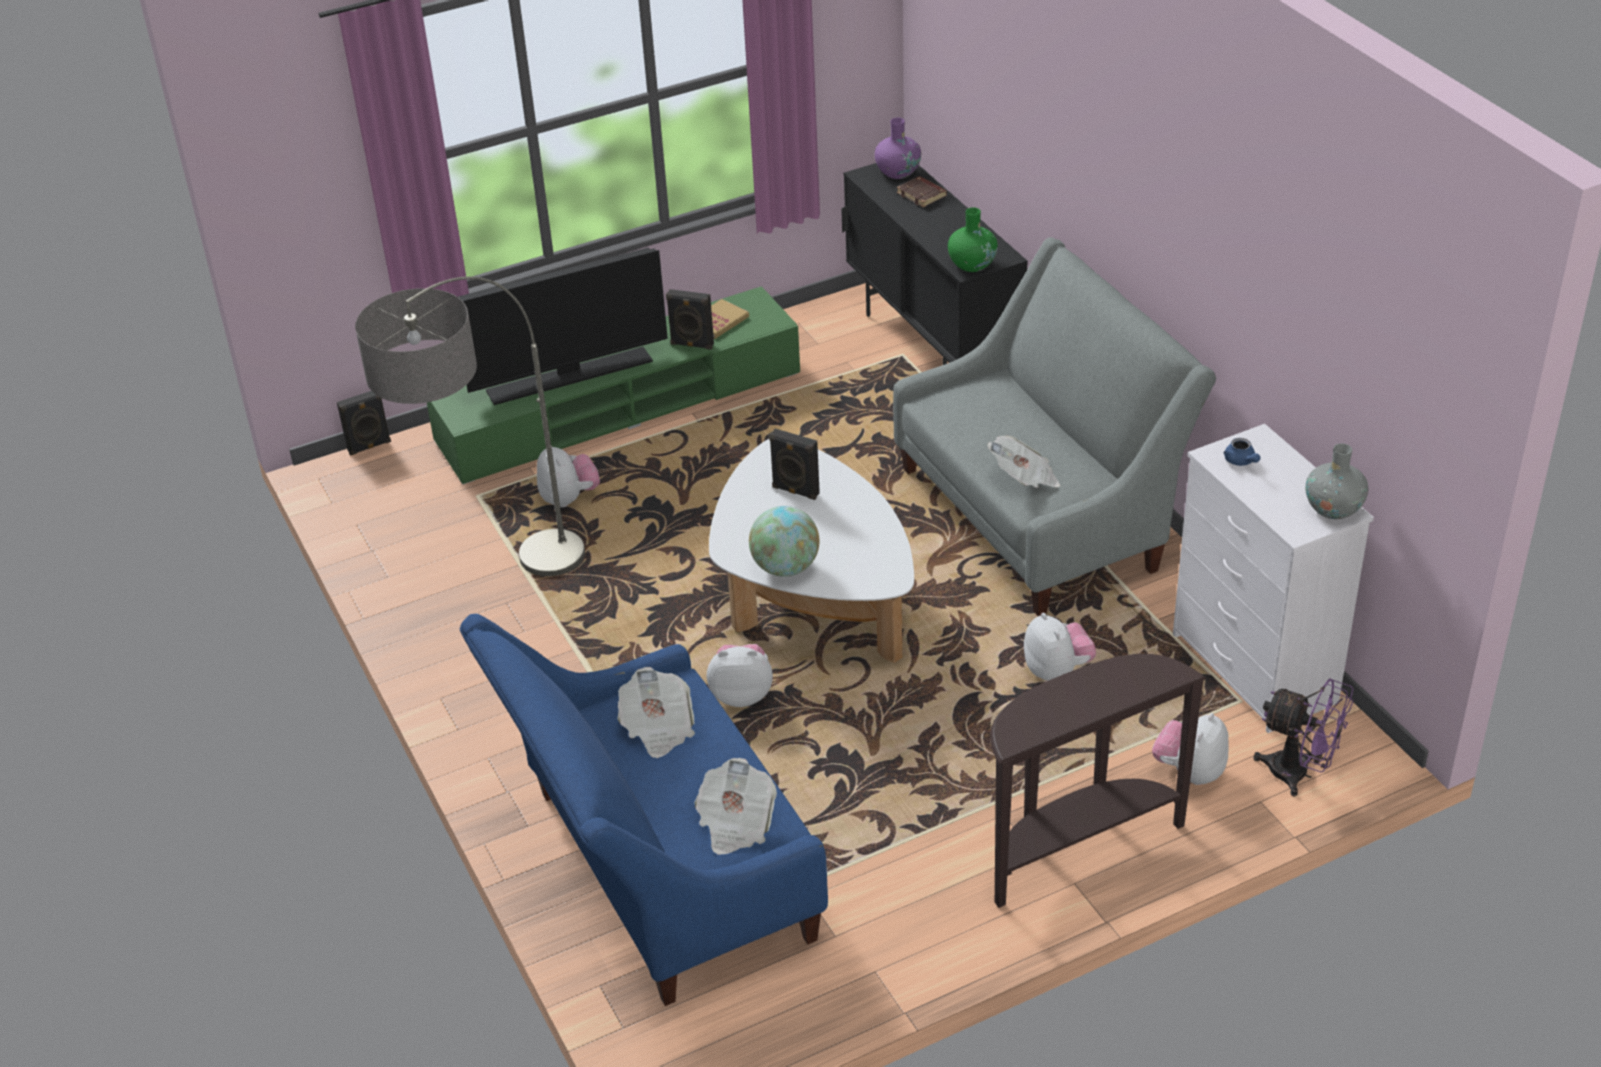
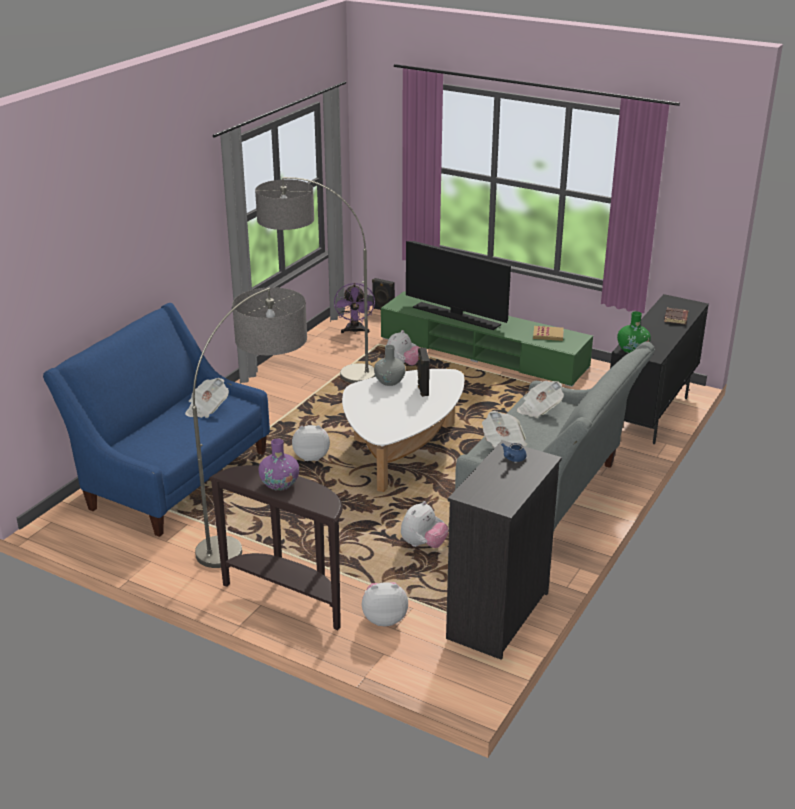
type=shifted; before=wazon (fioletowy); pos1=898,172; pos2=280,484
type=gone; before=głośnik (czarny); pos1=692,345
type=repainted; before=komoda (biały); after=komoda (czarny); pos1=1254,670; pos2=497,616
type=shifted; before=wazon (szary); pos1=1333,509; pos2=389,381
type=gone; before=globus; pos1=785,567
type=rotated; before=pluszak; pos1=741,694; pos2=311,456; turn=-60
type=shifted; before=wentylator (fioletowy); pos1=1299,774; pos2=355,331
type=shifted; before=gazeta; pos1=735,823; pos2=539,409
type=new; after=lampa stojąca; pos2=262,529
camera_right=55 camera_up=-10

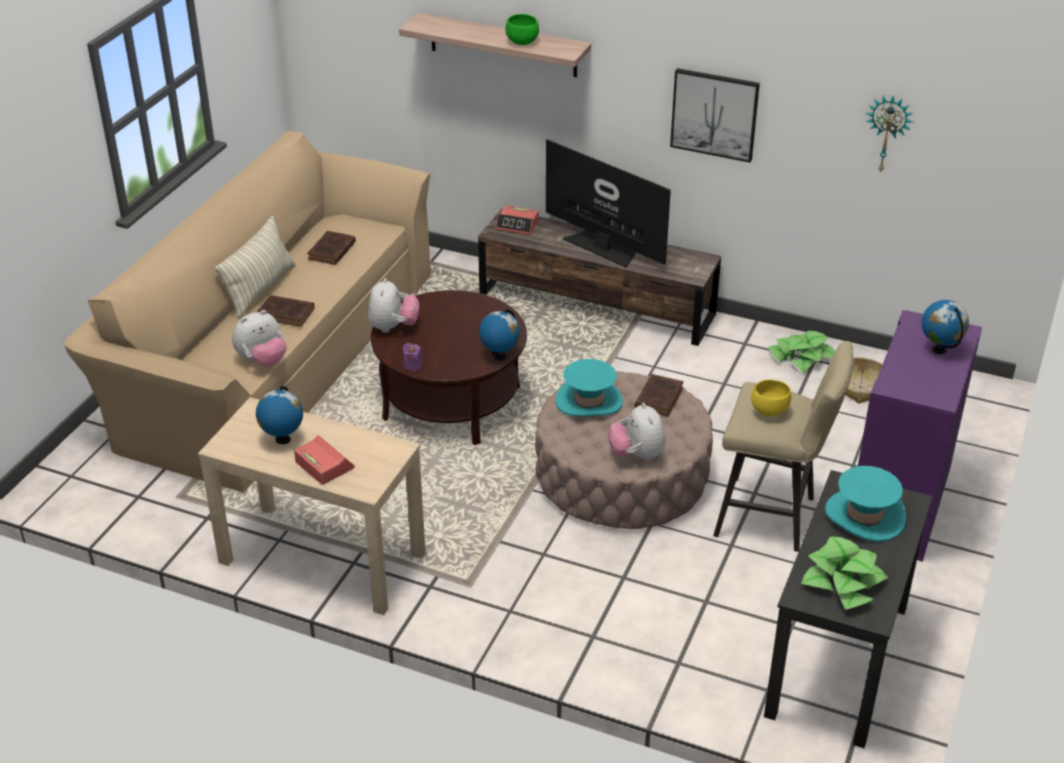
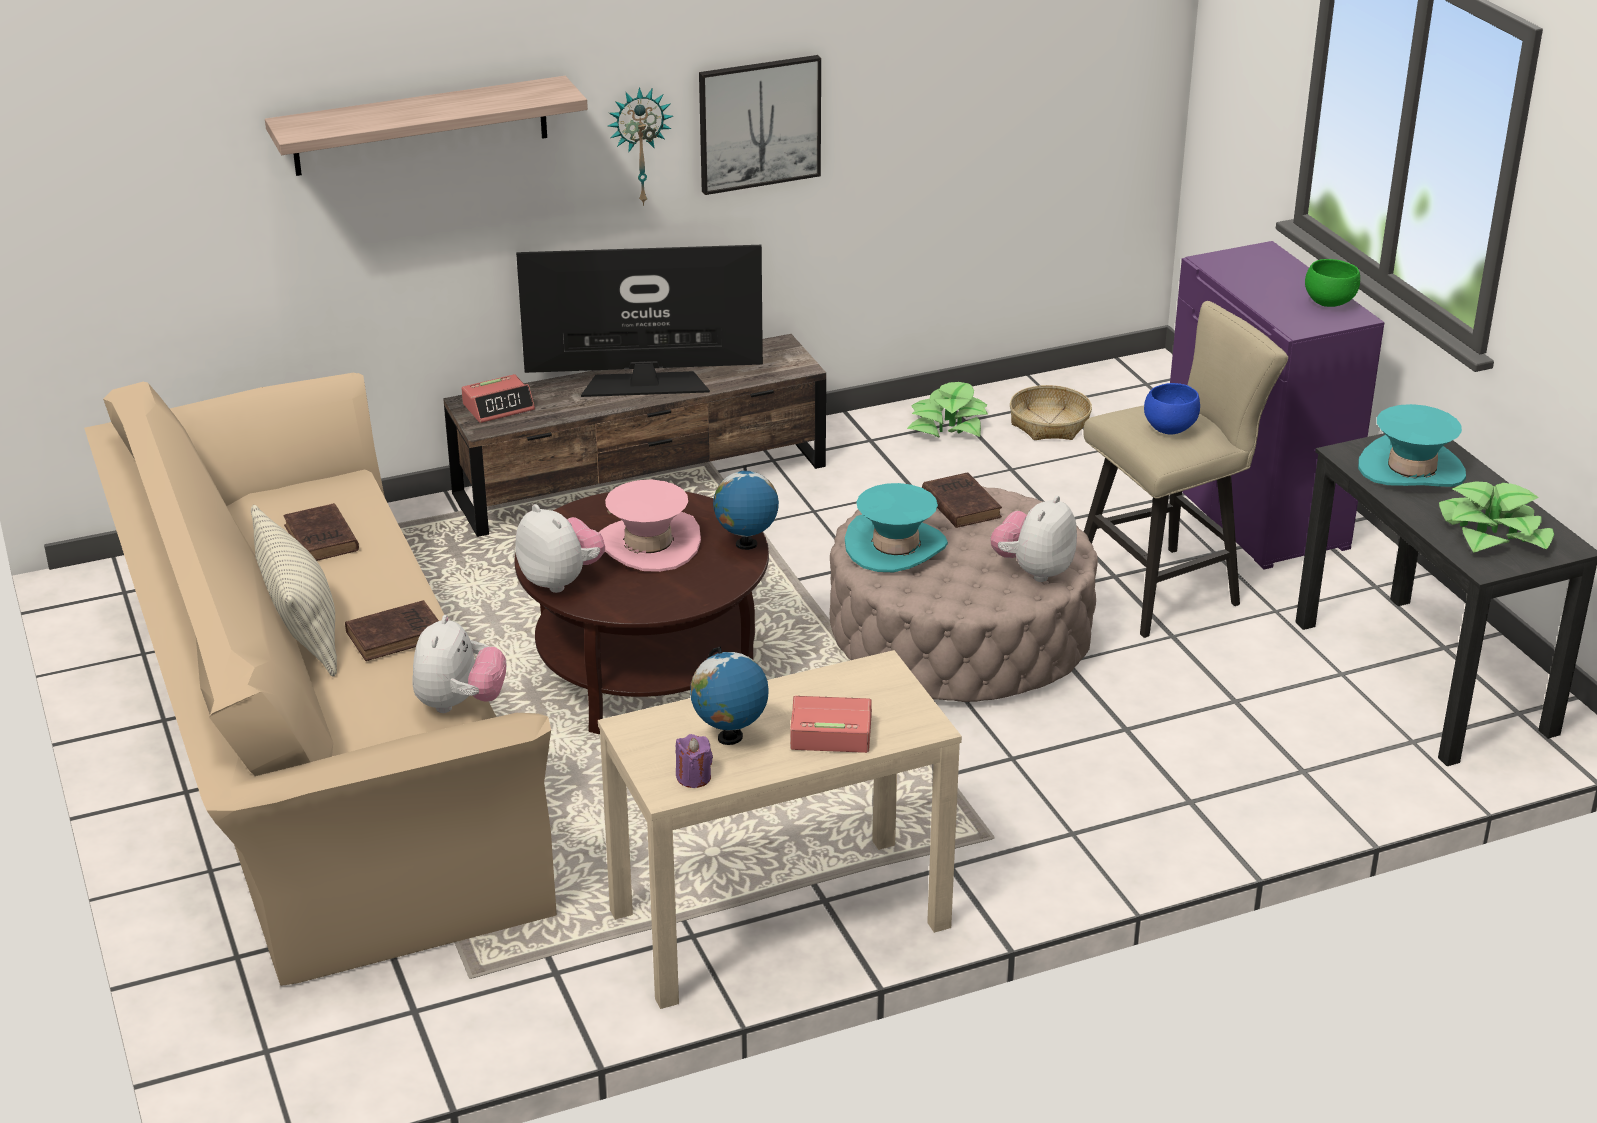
type=shifted; before=miska (zielony); pos1=523,42; pos2=1329,302
type=shifted; before=zegar ścienny; pos1=887,133; pos2=639,145
type=gone; before=globus; pos1=939,350
type=shifted; before=świeca (fioletowy); pos1=412,366; pos2=693,777
type=repainted; before=miska (żółty); after=miska (niebieski); pos1=769,411; pos2=1168,428
type=rotated; before=pluszak; pos1=636,455; pos2=1034,571; turn=90
type=new; after=kapelusz (różowy); pos2=648,545
camera_right=-45 camera_up=-5

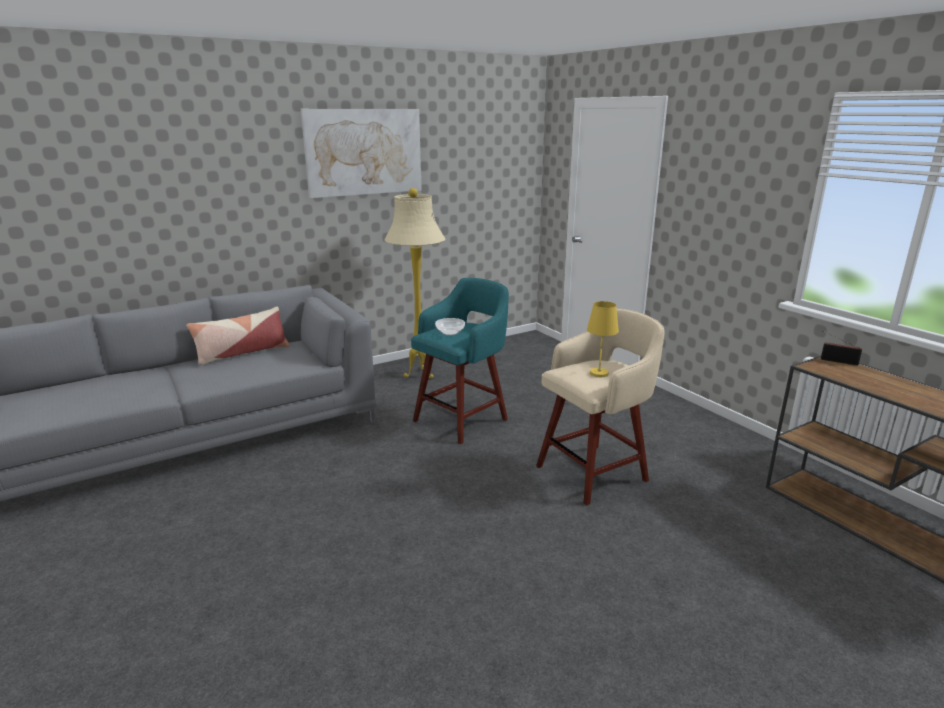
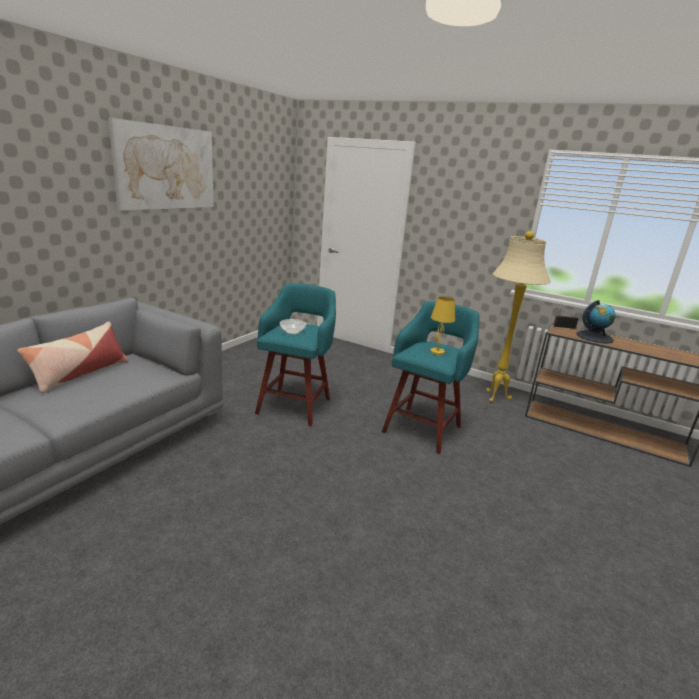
type=shifted; before=lampa stojąca (beżowy); pos1=419,374; pos2=494,397
type=repainted; before=stołek (beżowy); after=stołek (turkusowy); pos1=594,472; pos2=423,428
type=new; after=globus; pos2=594,337
camera_right=-30 camera_up=0

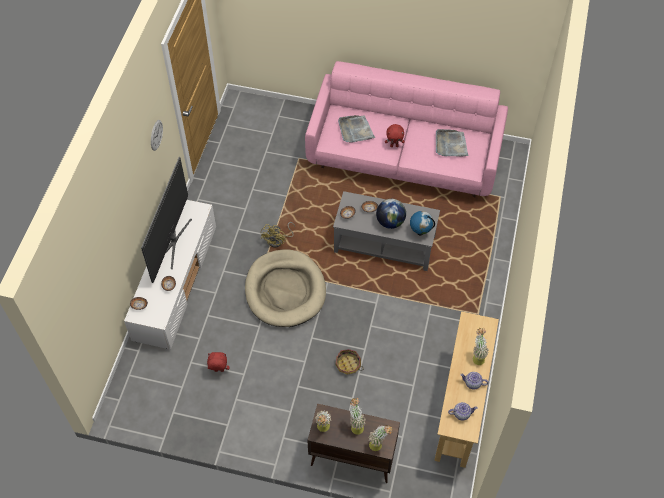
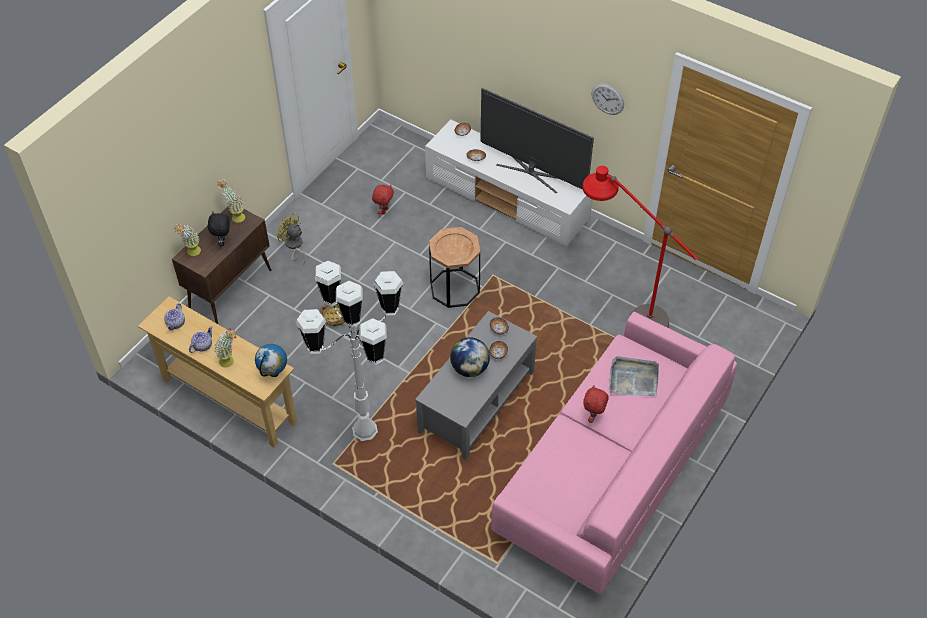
type=gone; before=taca (szary); pos1=450,145
type=shifted; before=globus; pos1=420,232; pos2=274,373
type=shifted; before=wentylator (żółty); pos1=278,240; pos2=294,246
type=swapped; before=legowisko (beżowy); after=stolik (brązowy); pos1=285,290; pos2=455,288
type=swapped; before=roślina doniczkowa; after=pluszak (czarny); pos1=356,425; pos2=223,242
type=new; after=lampa stojąca (czerwony); pos2=623,309
type=new; after=lampa stojąca (biały); pos2=365,430
camera_right=110 camera_up=-5

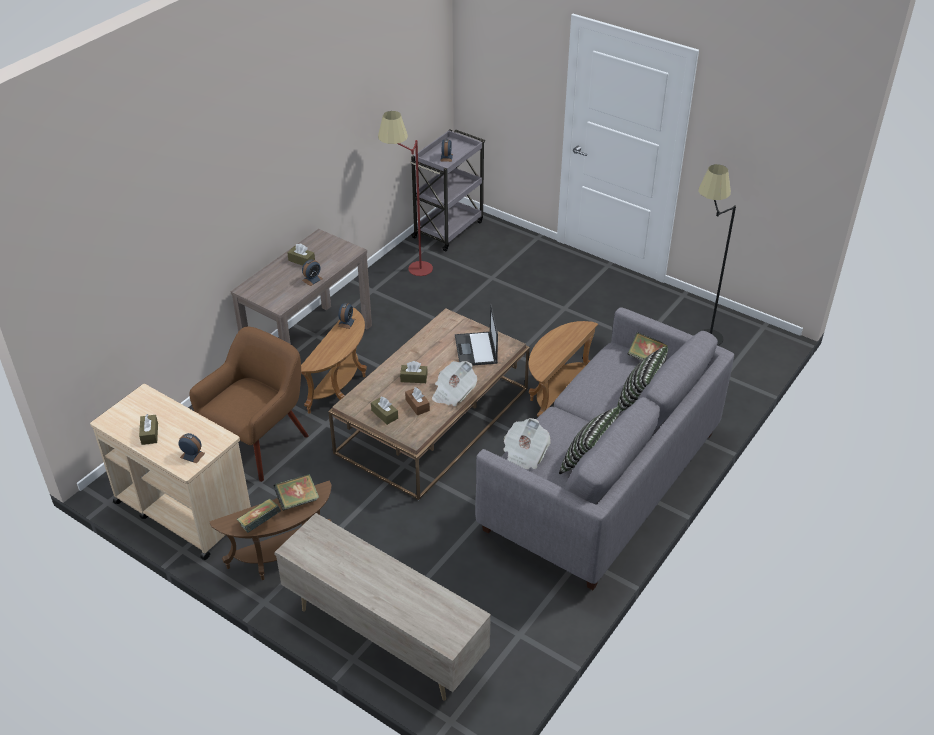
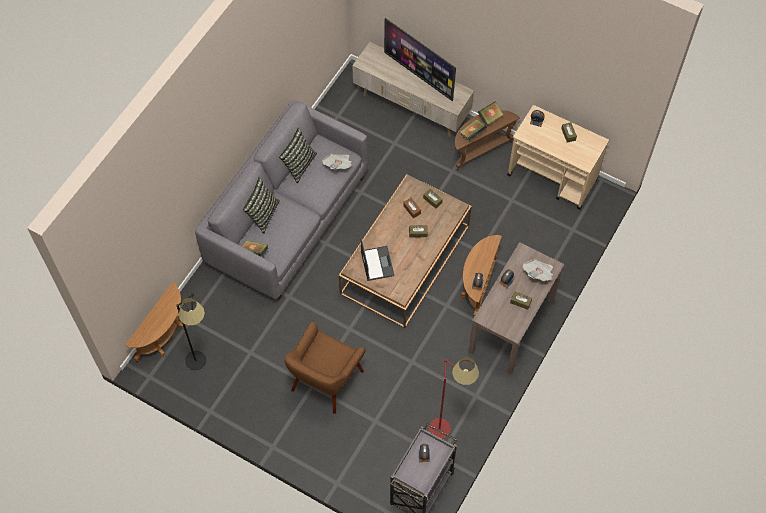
type=shifted; before=stolik (brązowy); pos1=555,392; pos2=165,337
type=shifted; before=fotel (brązowy); pos1=259,442; pos2=325,381
type=shifted; before=gazeta; pos1=453,393; pos2=538,274
type=new; after=telewizor; pos2=419,75
camera_right=175 camera_up=20

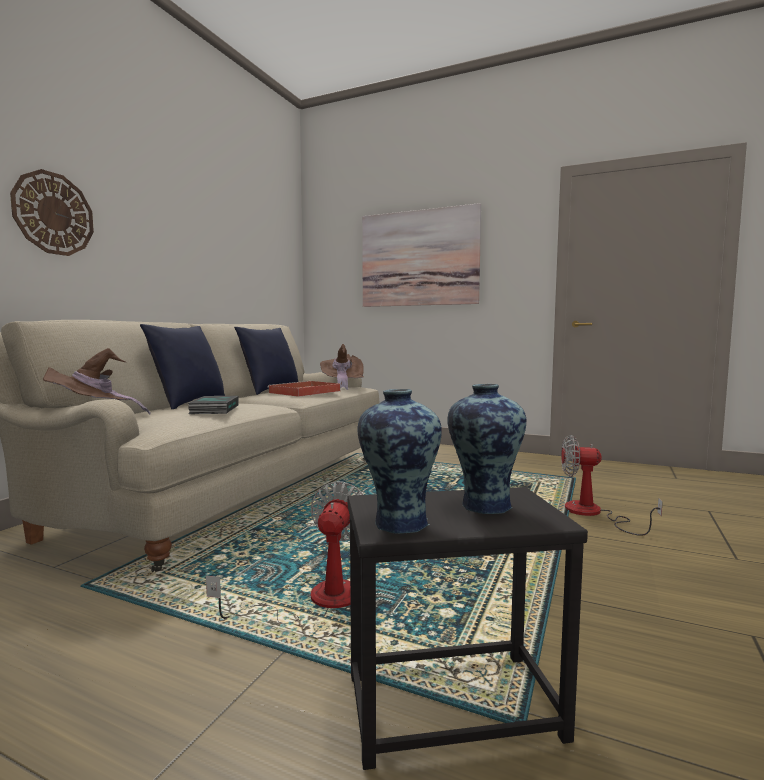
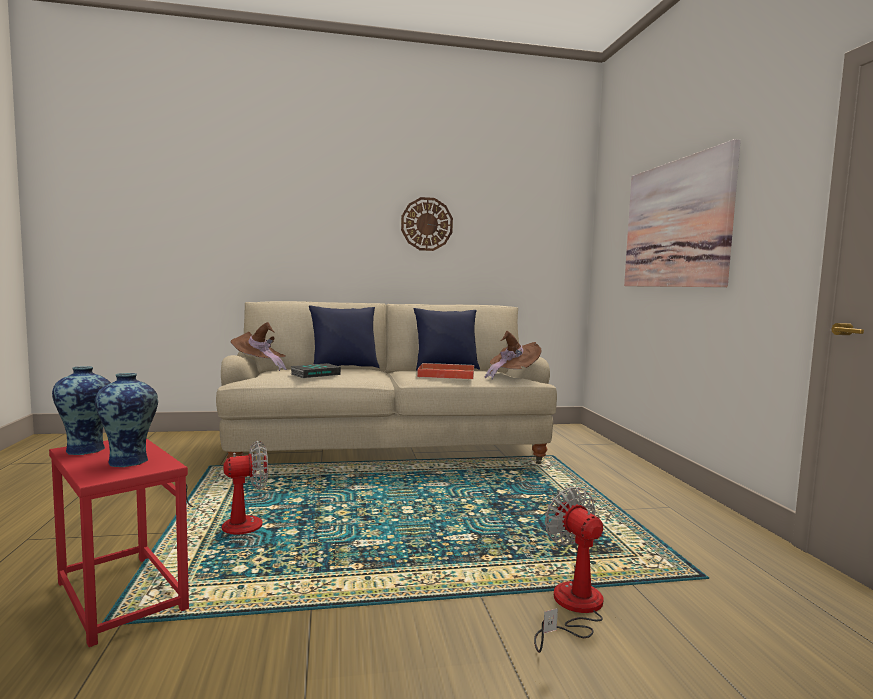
type=shifted; before=zegar ścienny; pos1=53,214; pos2=426,224
type=repainted; before=stolik (czarny); after=stolik (czerwony); pos1=452,708; pos2=119,596
camera_right=55 camera_up=0

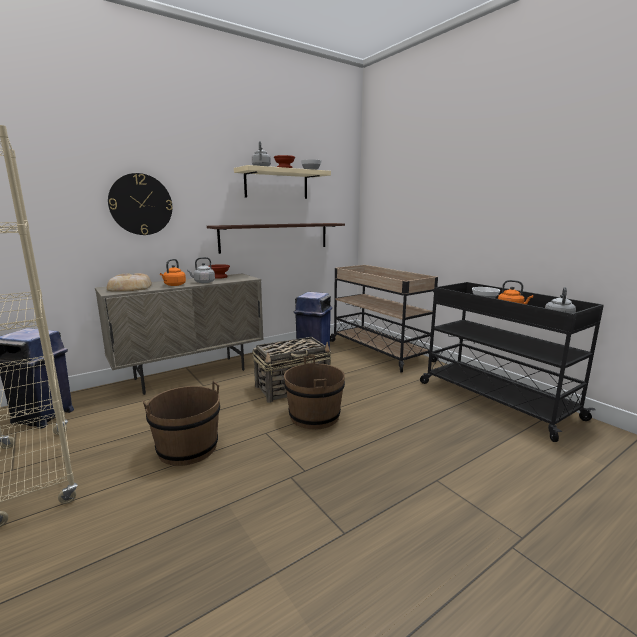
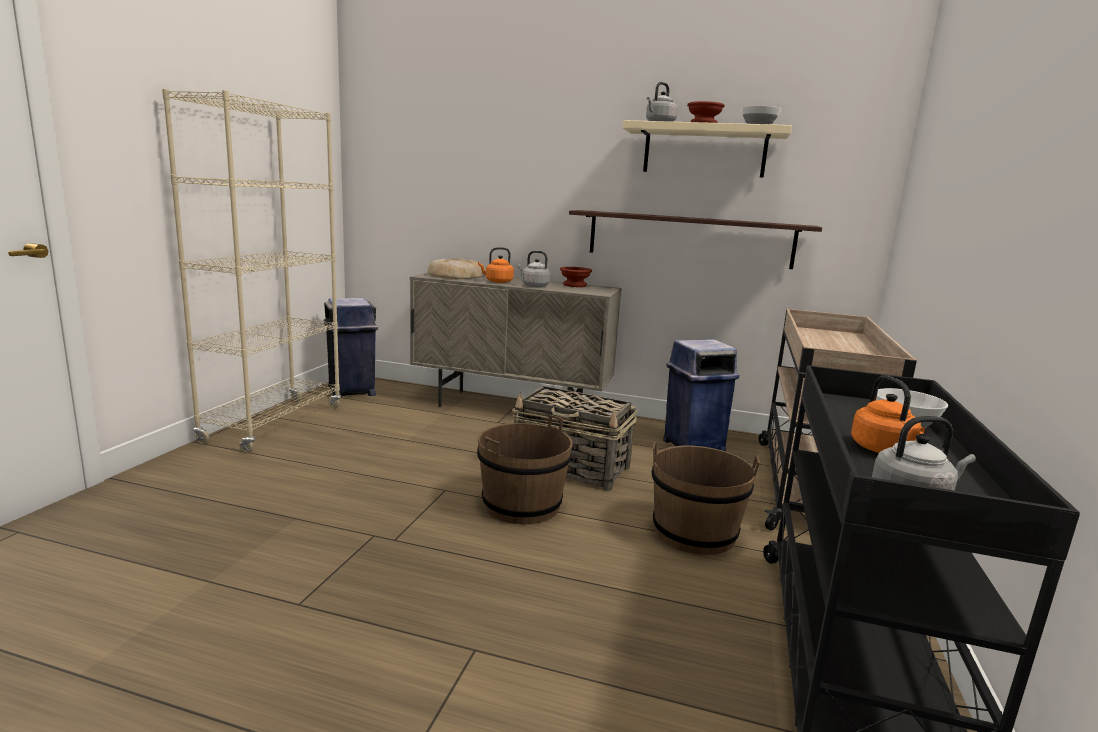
type=gone; before=zegar ścienny; pos1=141,204
type=shifted; before=wiadro (brązowy); pos1=187,448; pos2=694,533
camera_right=50 camera_up=0

